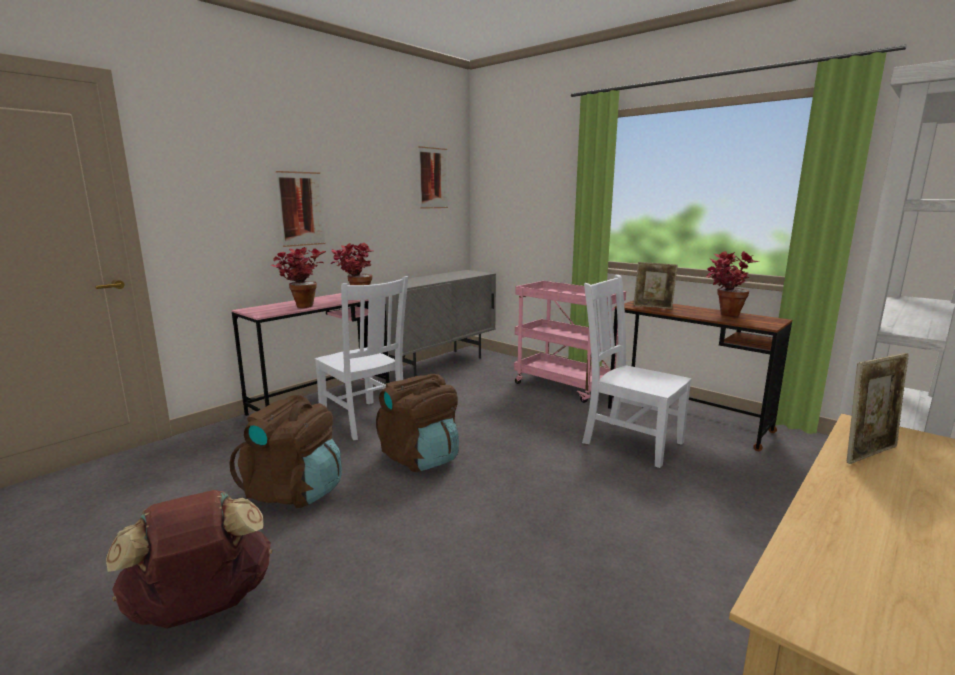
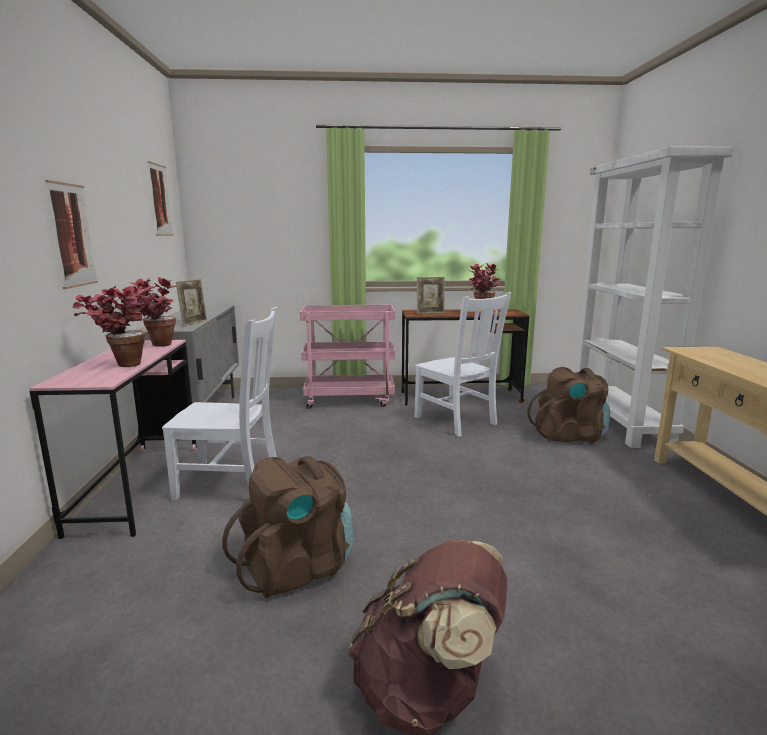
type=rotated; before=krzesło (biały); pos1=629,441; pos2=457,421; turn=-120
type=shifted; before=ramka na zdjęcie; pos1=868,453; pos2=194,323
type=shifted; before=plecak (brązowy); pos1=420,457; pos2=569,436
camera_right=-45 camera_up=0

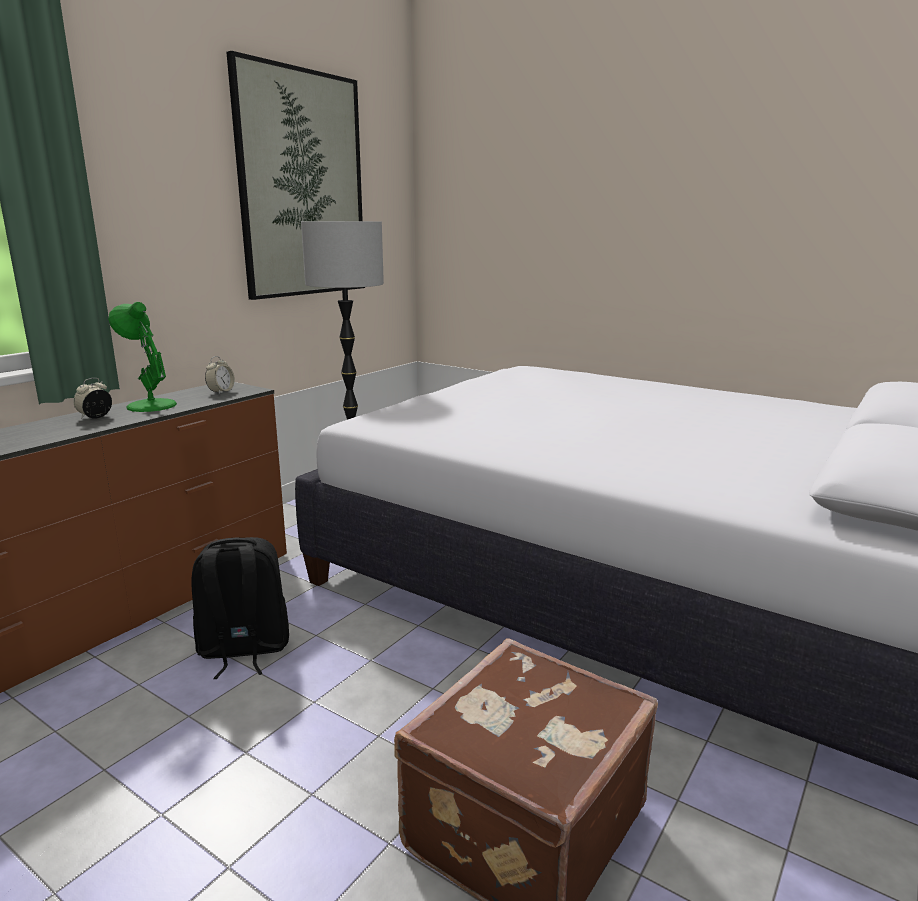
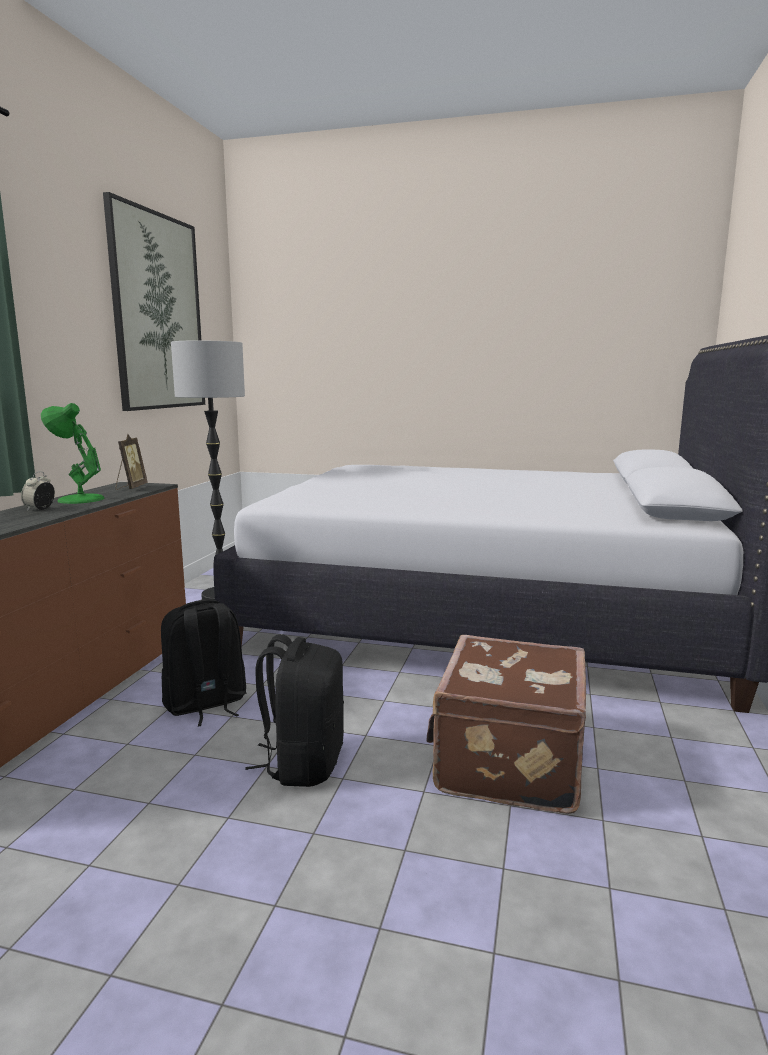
type=swapped; before=budzik; after=ramka na zdjęcie; pos1=221,392; pos2=131,488
type=new; after=plecak (czarny); pos2=303,763
camera_right=-20 camera_up=-5

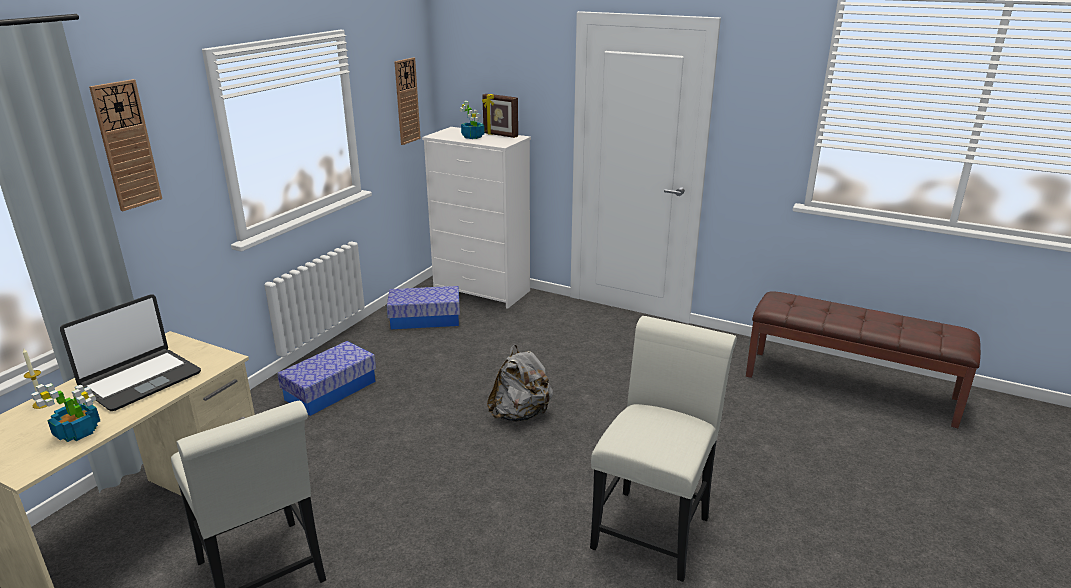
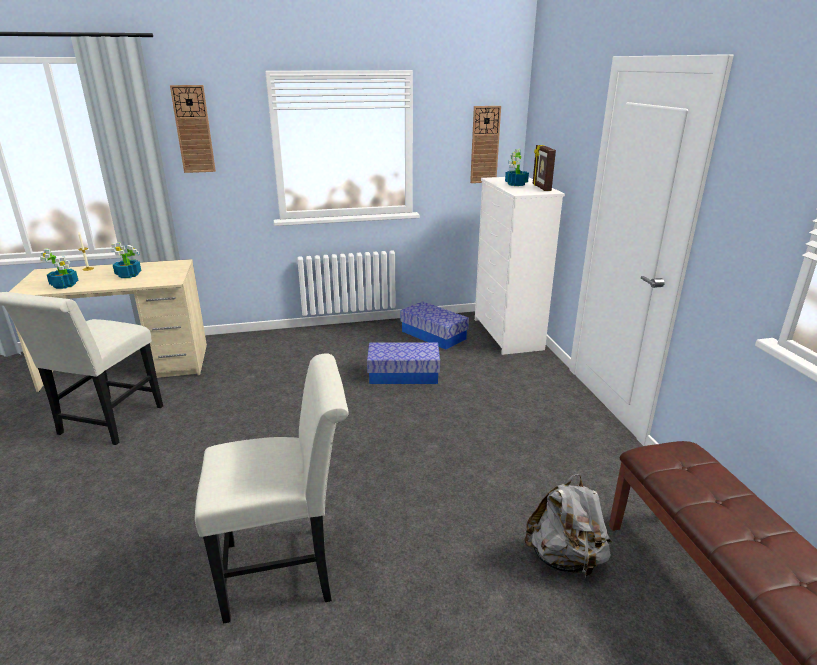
type=swapped; before=laptop; after=roślina doniczkowa; pos1=140,380; pos2=129,275
type=shifted; before=pojemnik do przechowywania; pos1=330,390; pos2=403,374
type=shifted; before=plecak (szary); pos1=520,414; pos2=565,558
camera_right=50 camera_up=0

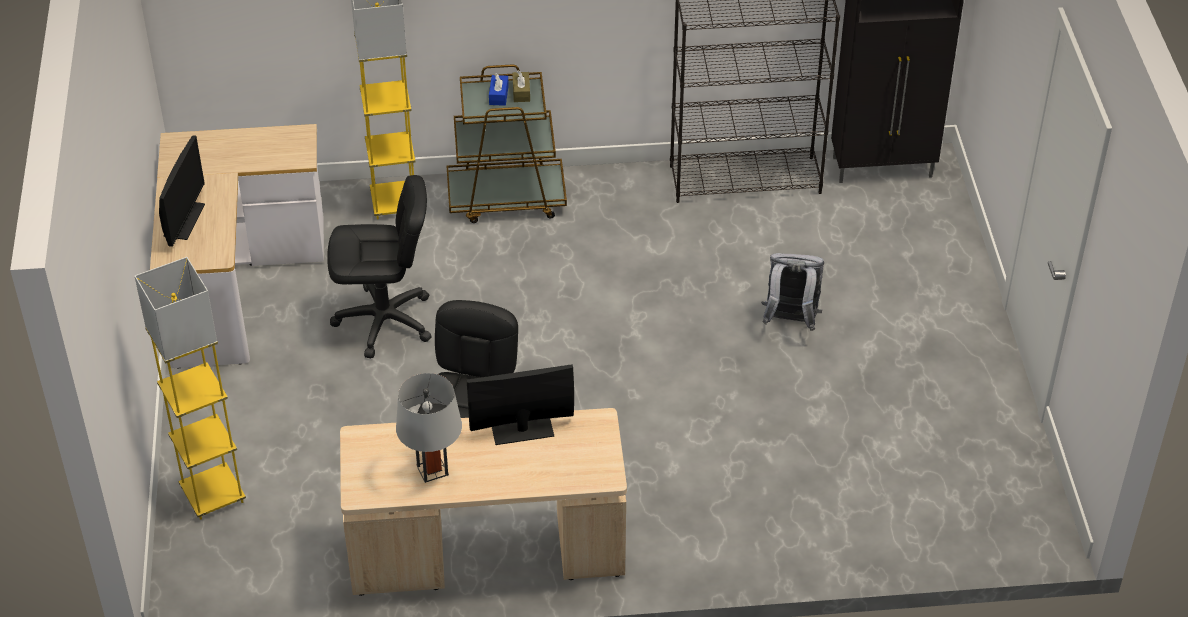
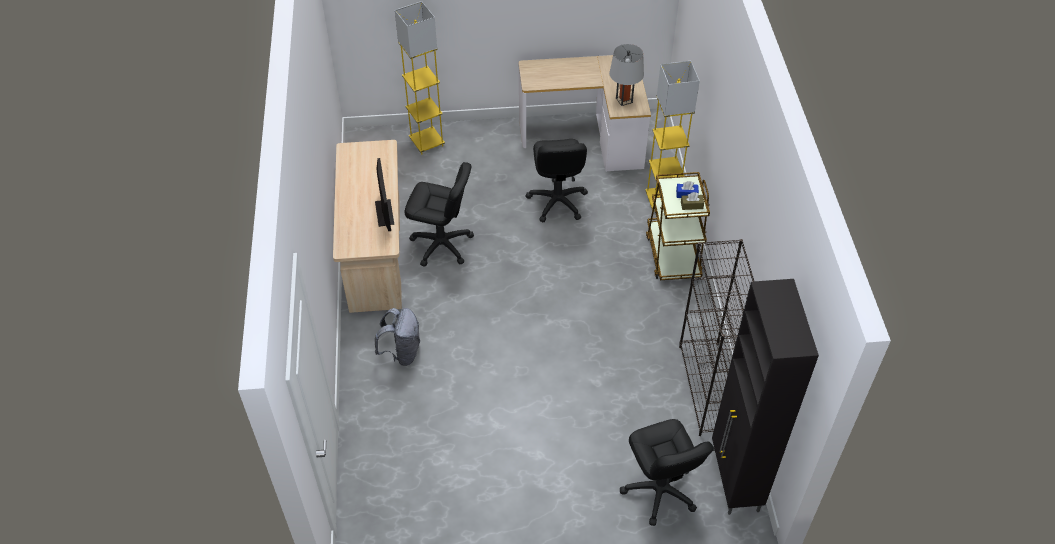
type=gone; before=monitor; pos1=184,220
type=shifted; before=plecak (szary); pos1=790,321; pos2=402,352
type=shifted; before=lampa stołowa (szary); pos1=432,470; pos2=624,100
type=new; after=krzesło biurowe (czarny); pos2=659,491
camera_right=90 camera_up=5

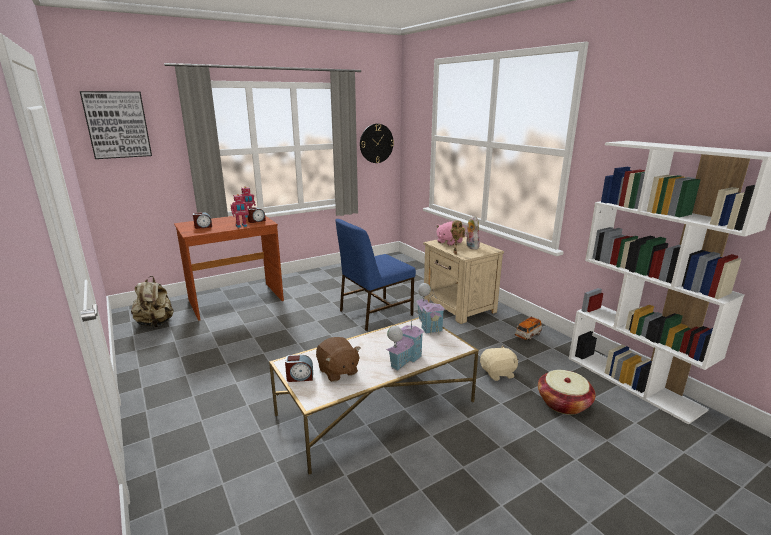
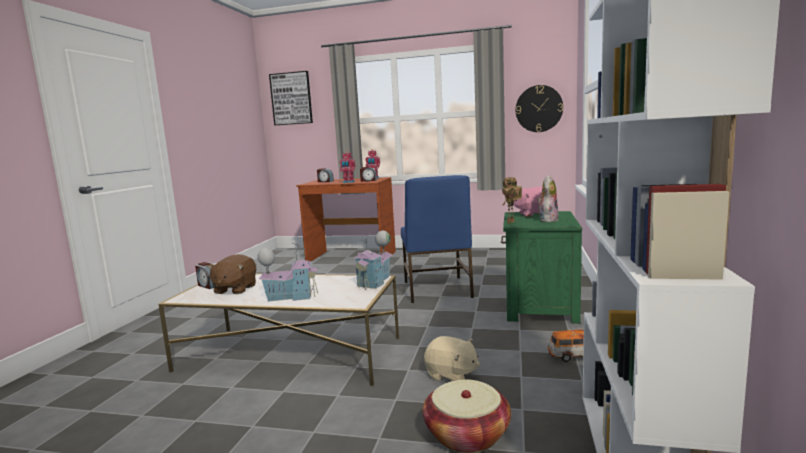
type=rotated; before=krzesło (niebieski); pos1=374,313; pos2=436,290; turn=-105
type=repainted; before=szafka nocna (beżowy); after=szafka nocna (zielony); pos1=459,307; pos2=539,307
type=gone; before=plecak (beżowy); pos1=156,324
camera_right=45 camera_up=-10

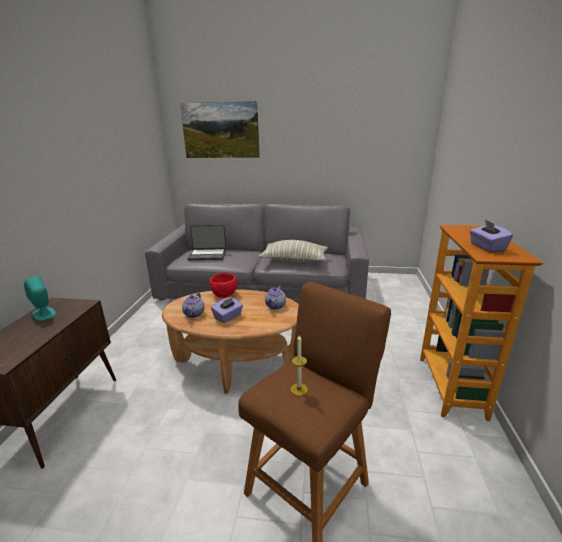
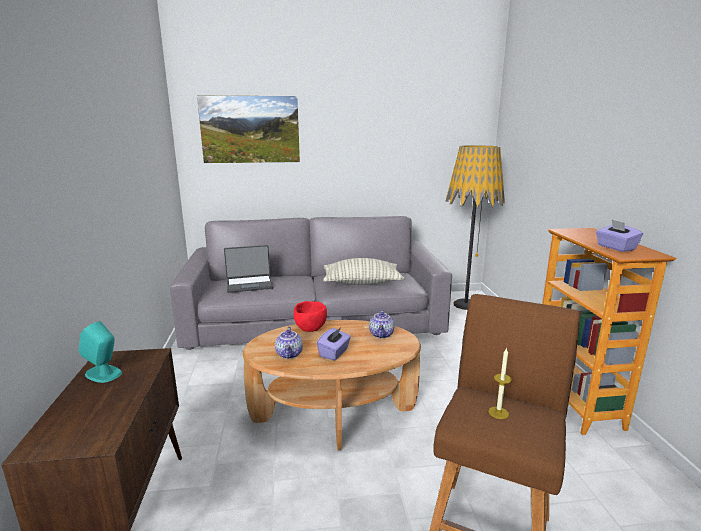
type=new; after=lampa stojąca; pos2=466,304
camera_right=-15 camera_up=-5

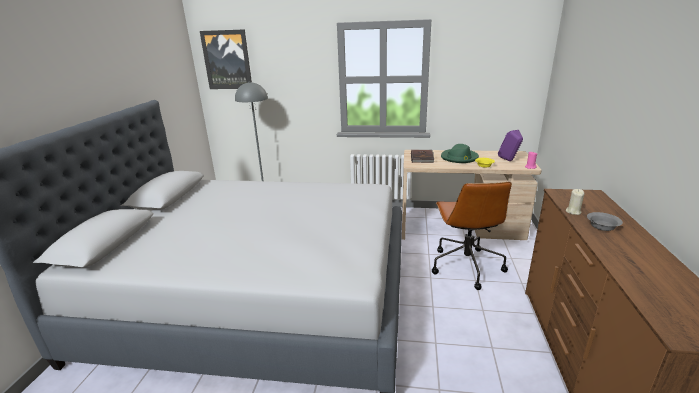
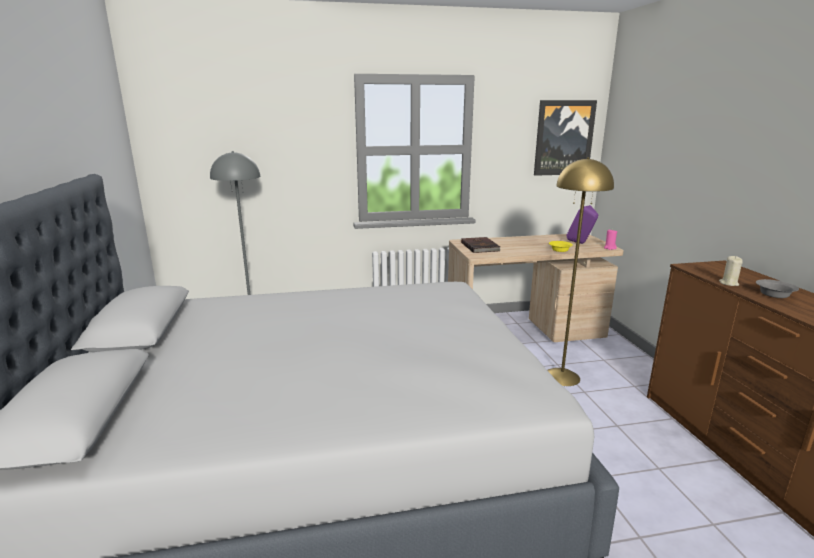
type=shifted; before=obraz; pos1=227,60; pos2=563,138
type=gone; before=kapelusz (zielony); pos1=459,158
type=swapped; before=krzesło biurowe (brązowy); after=lampa stojąca (żółty); pos1=465,266; pos2=561,377
camera_right=-20 camera_up=-5

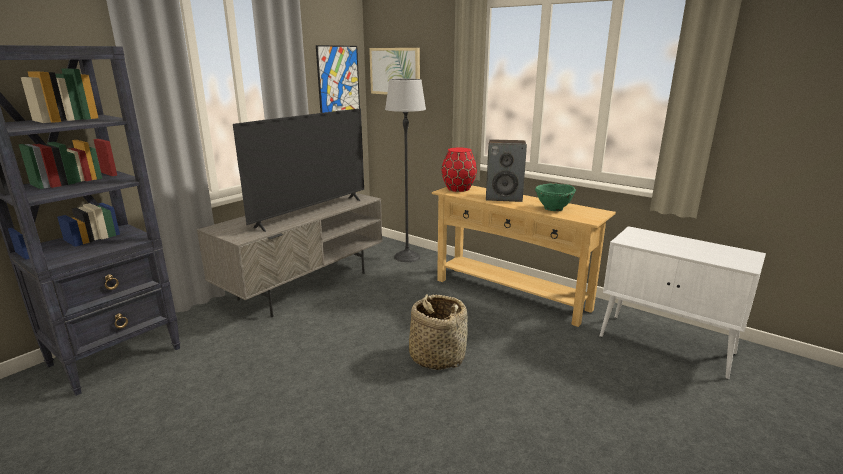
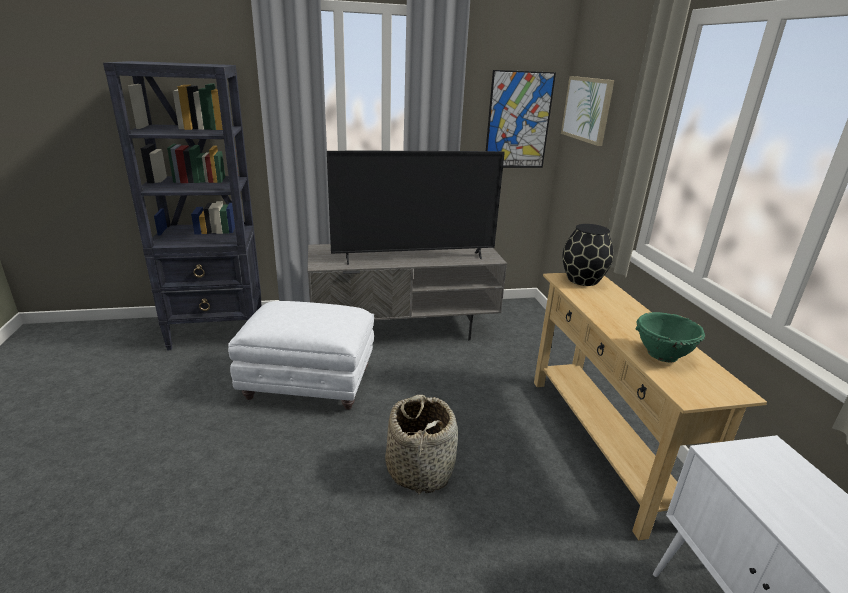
type=gone; before=lampa stojąca; pos1=407,257
type=gone; before=głośnik; pos1=504,197
type=repainted; before=wazon (czerwony); after=wazon (czarny); pos1=459,189; pos2=583,280
type=new; after=pufa (biały); pos2=310,383
camera_right=40 camera_up=5

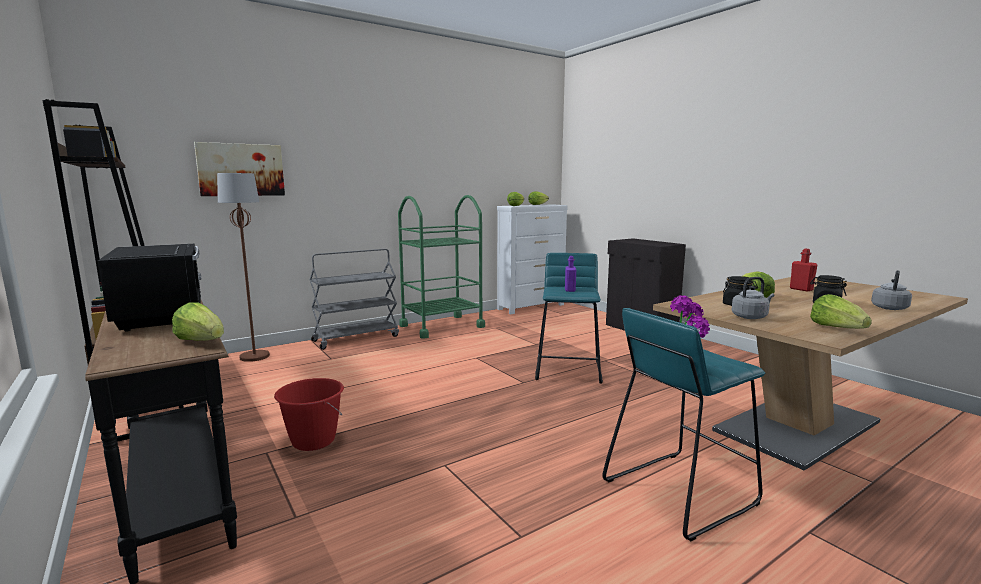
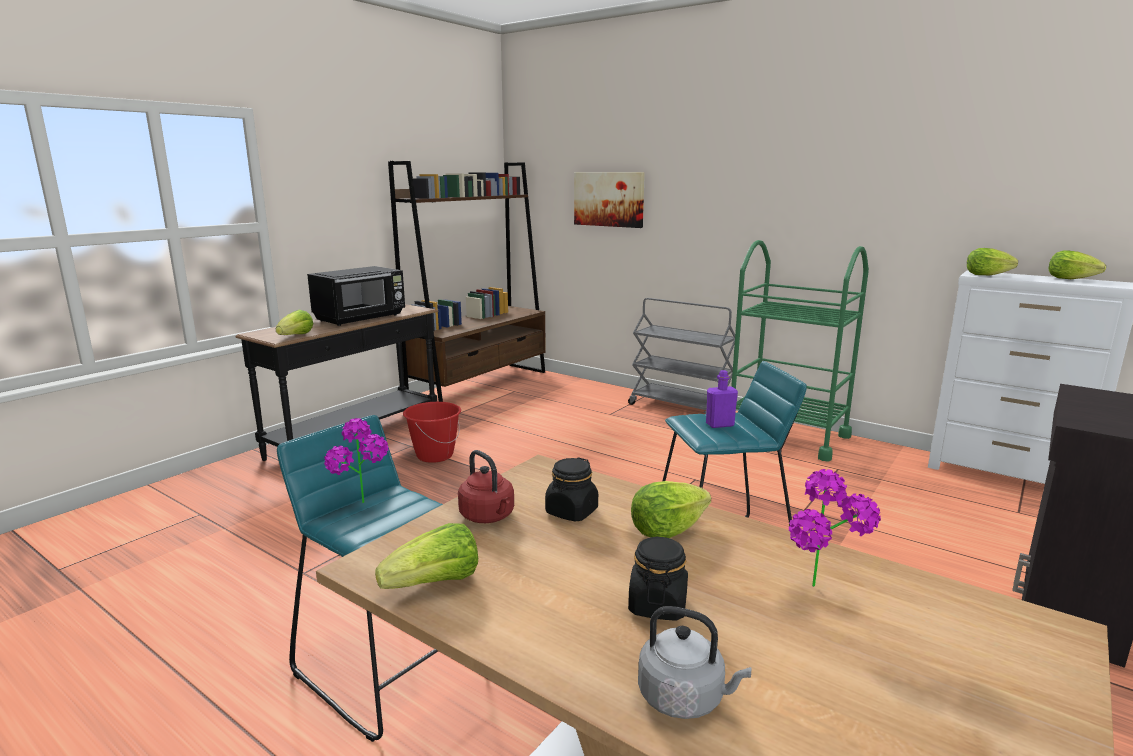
type=gone; before=lampa stojąca (brązowy); pos1=255,356
type=swapped; before=butelka (czerwony); after=roślina doniczkowa; pos1=801,289; pos2=823,595
type=repainted; before=czajnik (szary); after=czajnik (czerwony); pos1=750,317; pos2=488,517
camera_right=70 camera_up=5

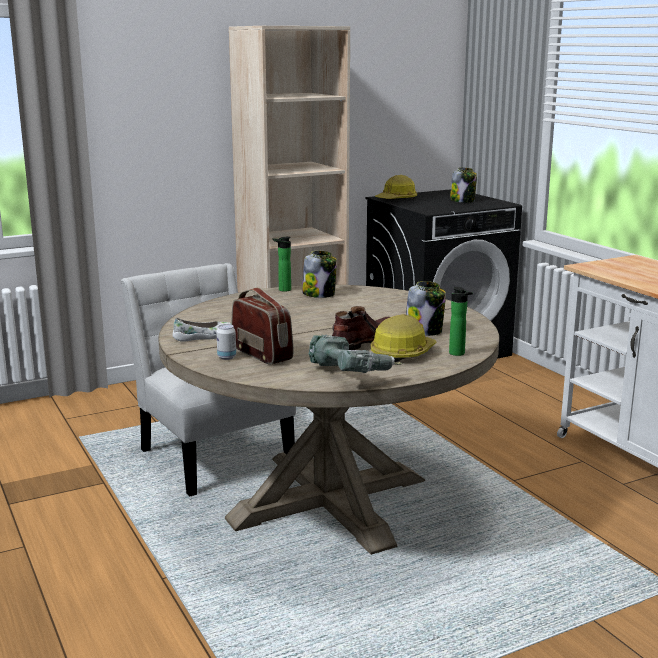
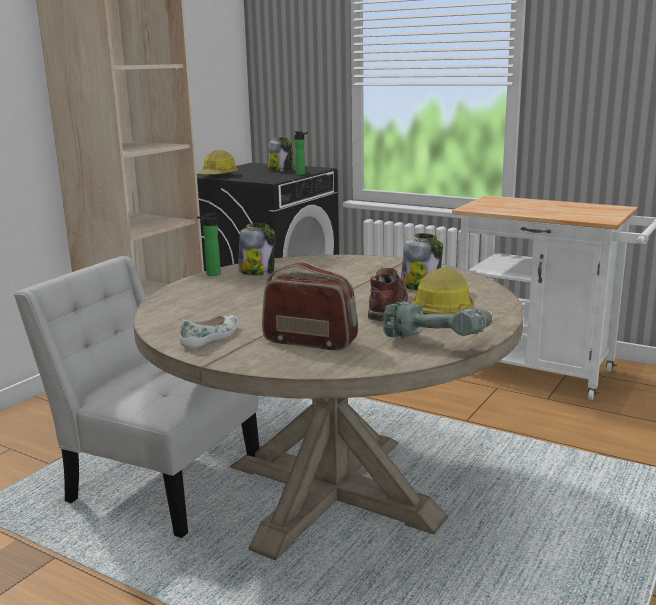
type=shifted; before=butelka; pos1=458,354; pos2=301,174
type=gone; before=puszka; pos1=226,357
camera_right=-30 camera_up=0

